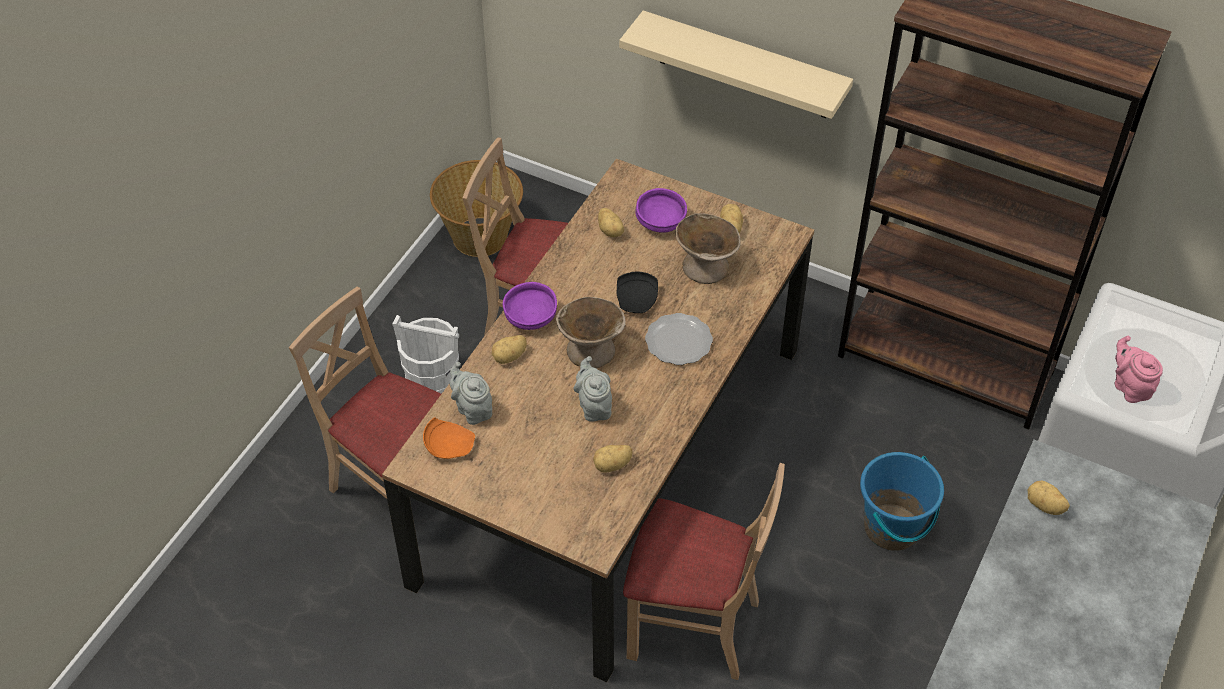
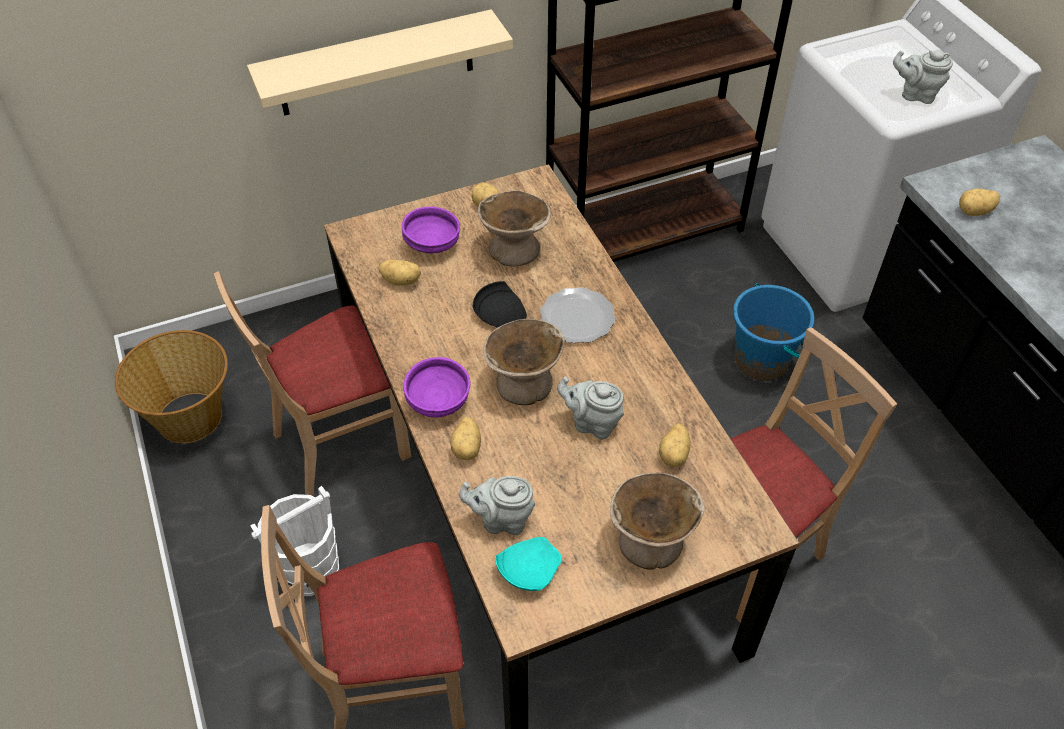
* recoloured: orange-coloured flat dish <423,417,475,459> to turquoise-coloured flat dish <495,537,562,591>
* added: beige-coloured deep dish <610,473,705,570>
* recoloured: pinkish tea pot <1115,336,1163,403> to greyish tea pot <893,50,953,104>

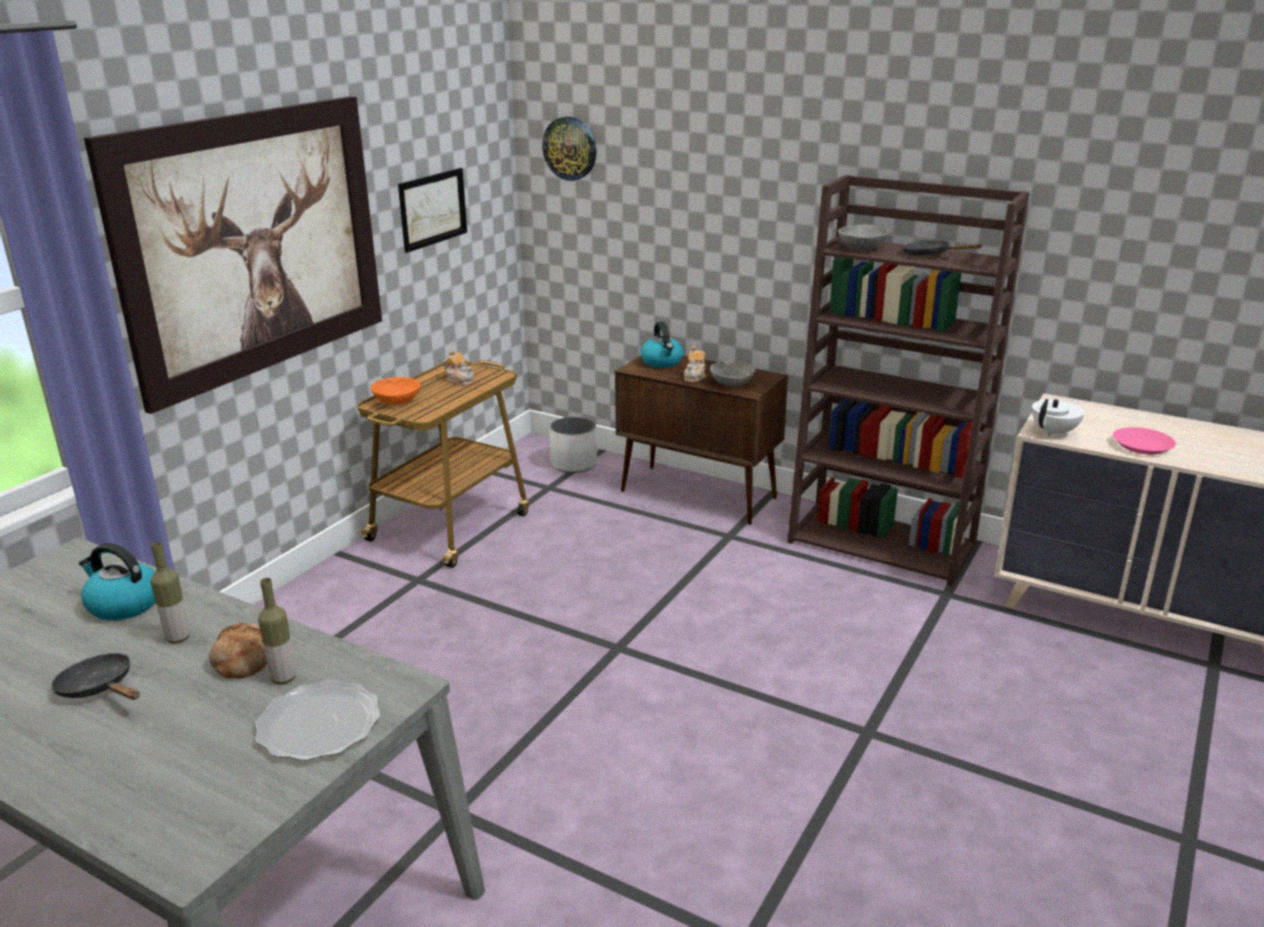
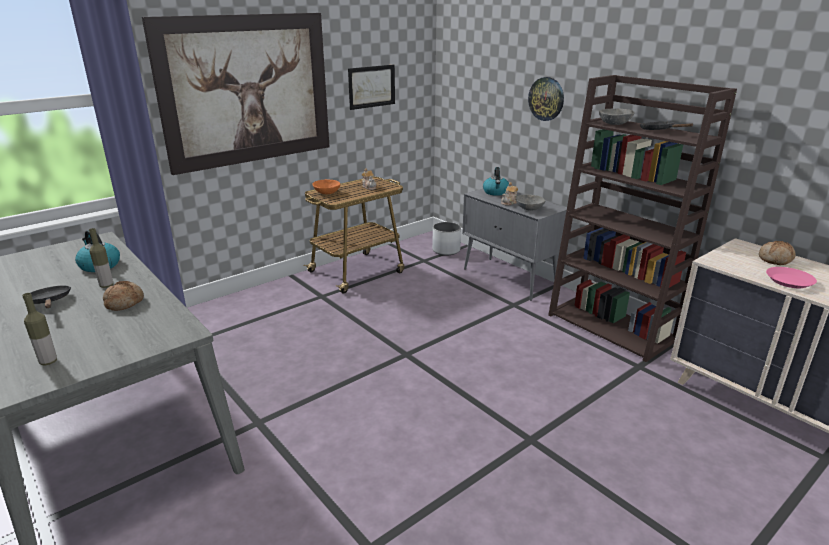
* moved: bottle <258,578,296,685> to <22,293,57,365>
* recoloured: brown-coloured cabinet <615,355,788,525> to greyish cabinet <462,189,567,301>
* moved: clock on the wall <542,117,596,181> to <528,77,564,121>
* added: bakery bread <759,241,796,265>
* removed: flat dish <255,680,381,761>
* removed: white tea pot <1032,399,1085,437>

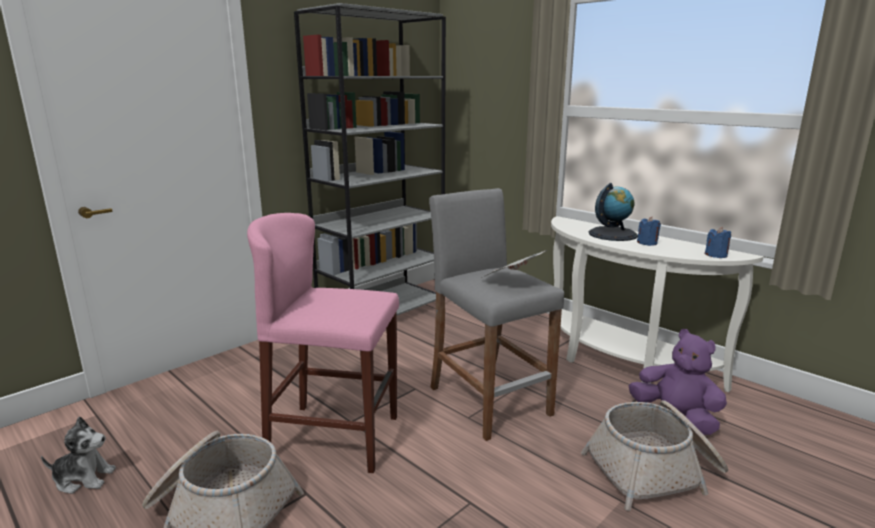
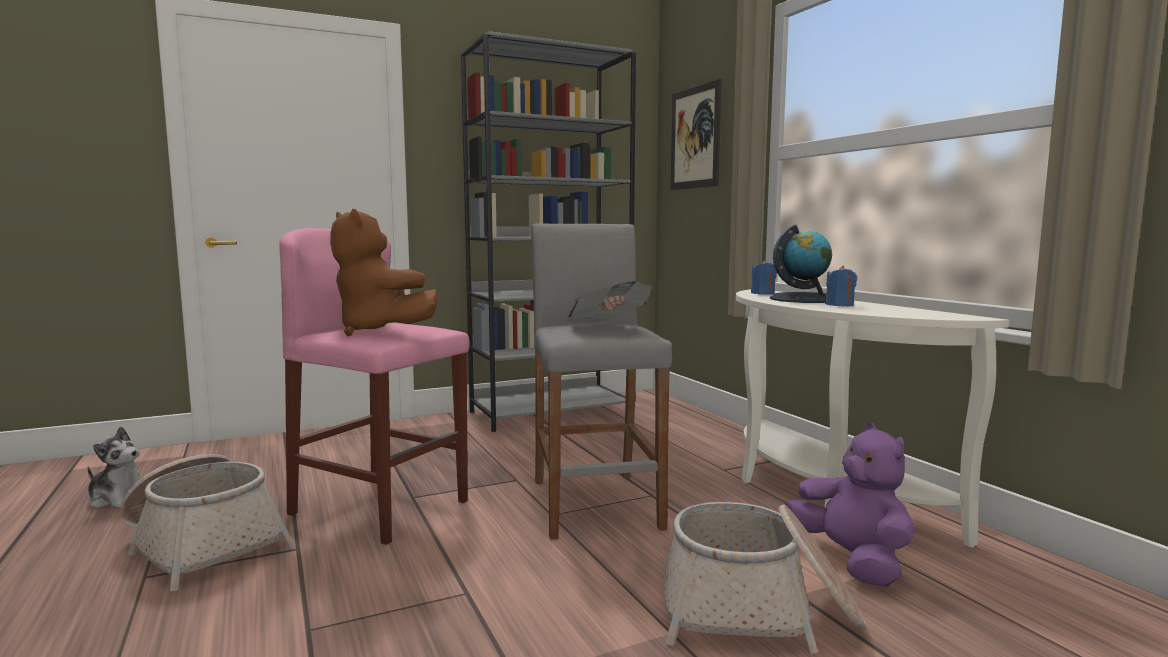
* added: brown-coloured cuddly toy <330,209,438,336>
* added: wall picture <670,79,722,190>
* moved: blue-coloured wax candle <705,227,731,258> to <751,260,777,295>

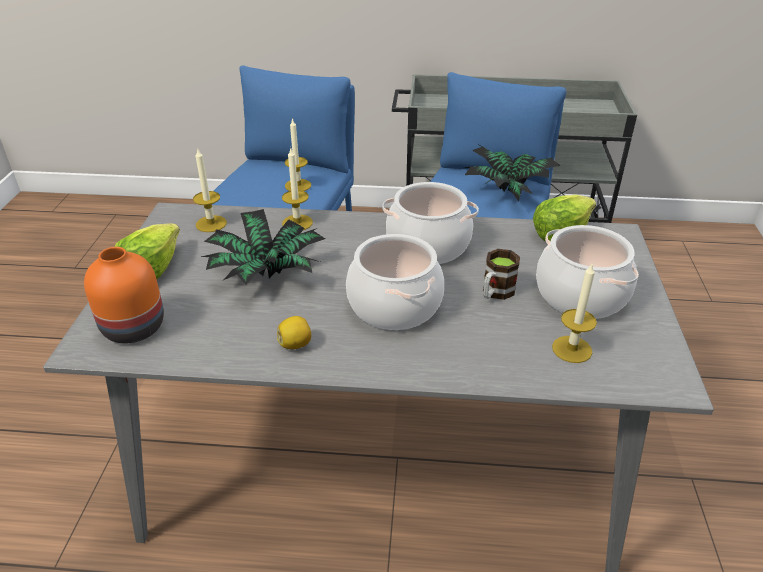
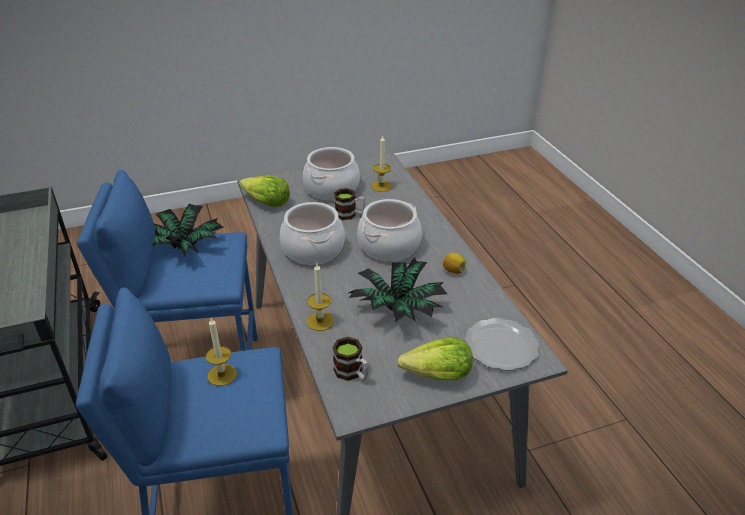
* replaced: wax candle <193,149,227,232> to tea mug <333,337,369,381>
* replaced: orange-coloured vase <84,247,164,343> to flat dish <465,318,539,371>

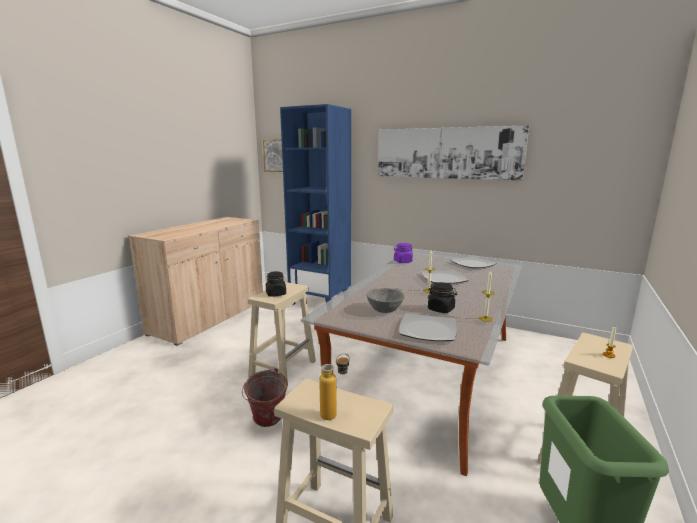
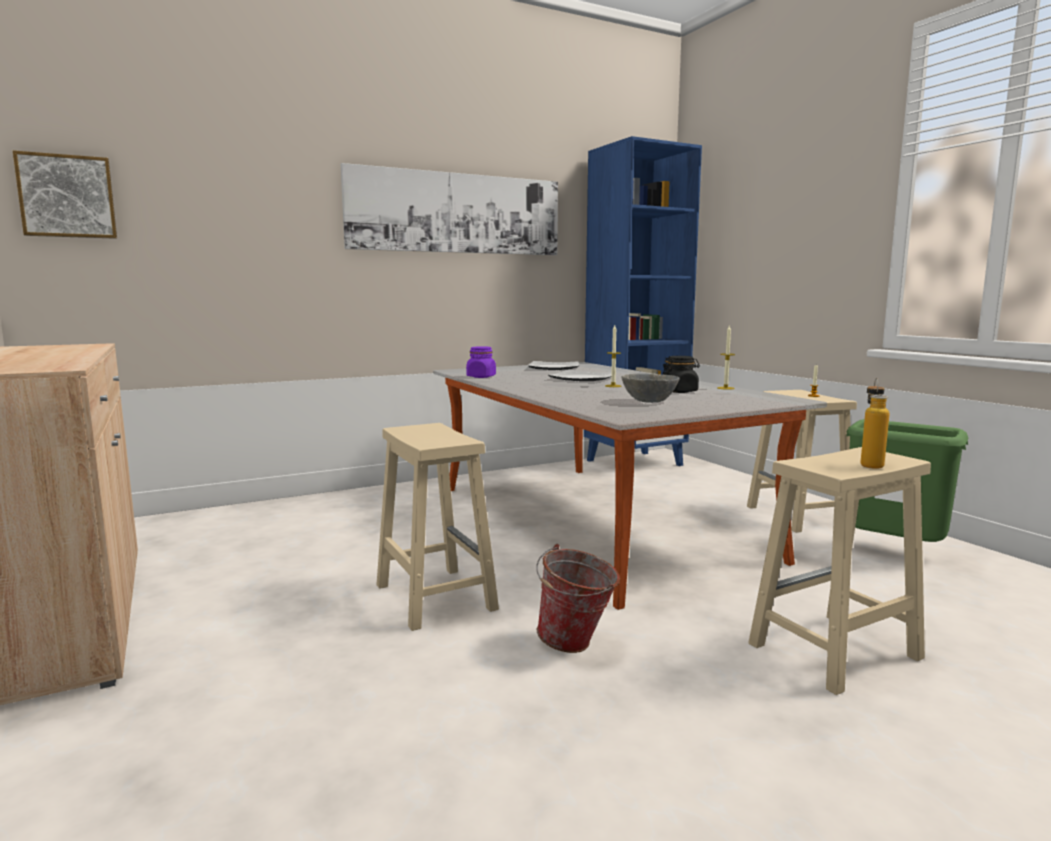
* moved: blue-coloured bookshelf <280,104,351,305> to <584,136,702,466>
* removed: black-coloured storage jar <266,271,286,297>
* removed: flat dish <399,313,457,341>

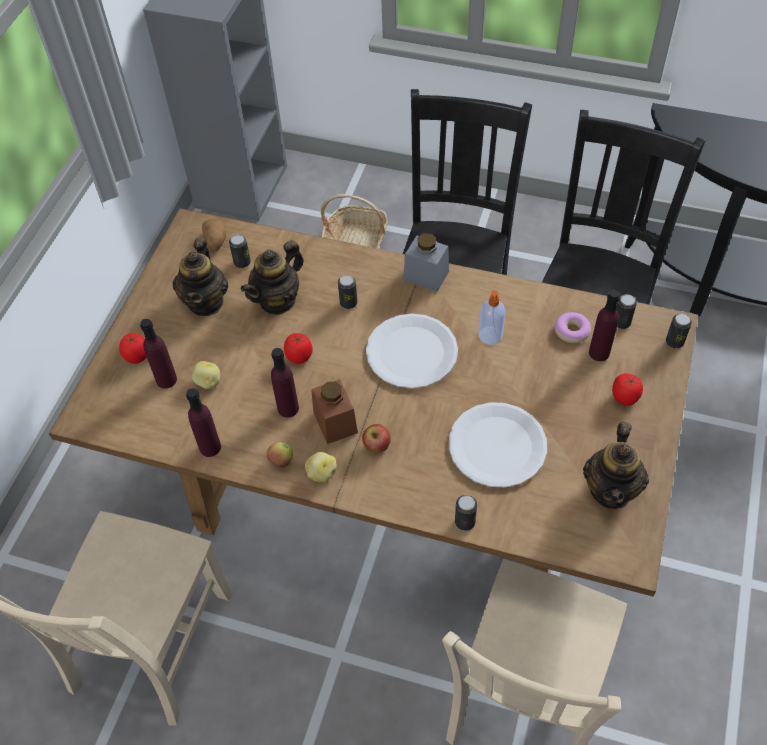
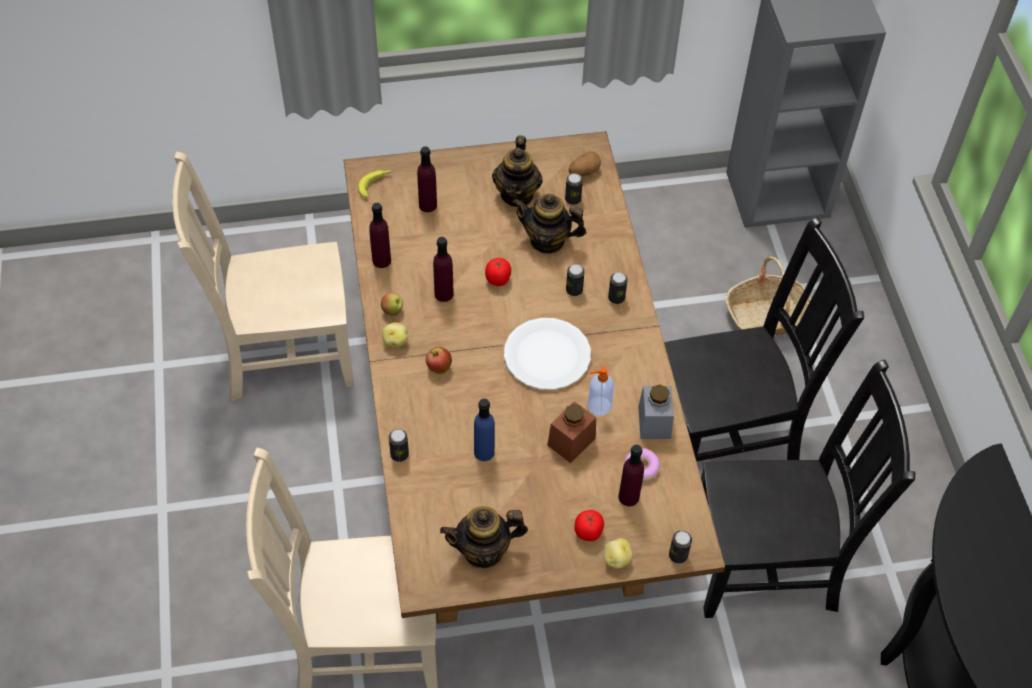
* added: whole banana <358,170,392,198>
* replaced: white flat dish <449,402,547,488> to blue-coloured bottle <474,398,495,461>
* turned: tea pot <172,238,228,316> = <492,136,543,207> 60 degrees counterclockwise
* moved: brown-coloured storage jar <311,379,358,444> to <547,401,596,463>
* moved: whole potato <192,361,220,389> to <604,538,633,569>
* moved: can <616,294,637,329> to <608,272,628,304>
* moved: greyish storage jar <404,233,449,292> to <638,384,674,439>
* removed: fresh tomato <119,333,147,364>

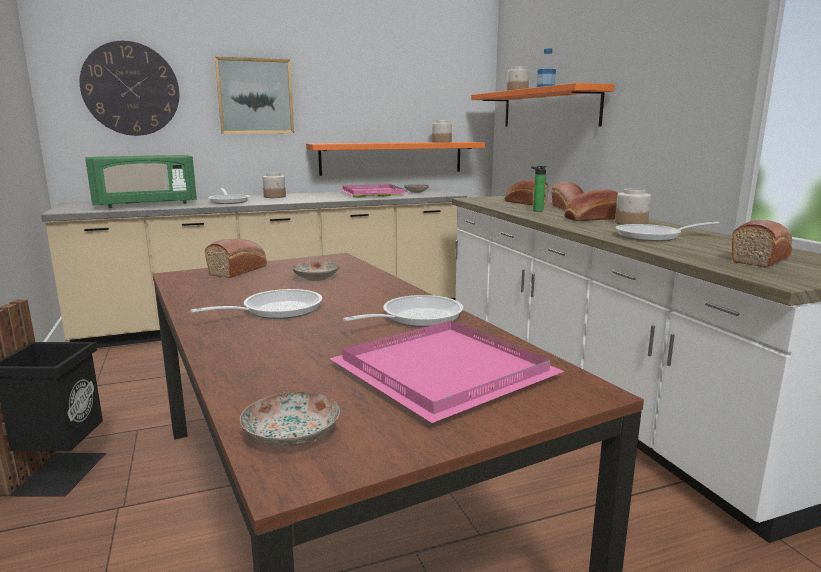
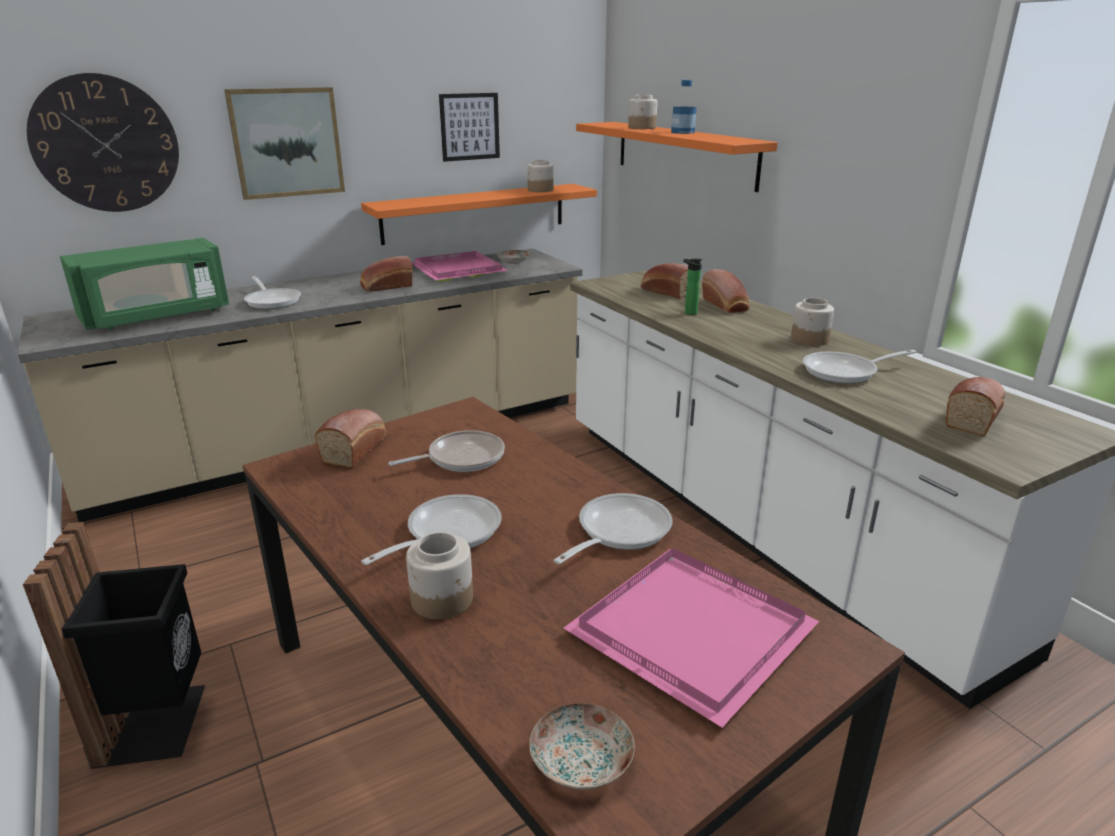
* moved: bakery bread <565,189,618,221> to <360,256,412,292>
* replaced: flat dish <292,261,340,281> to pan <388,430,505,472>
* moved: storage jar <263,173,286,198> to <406,532,473,619>
* added: wall picture <439,93,500,162>

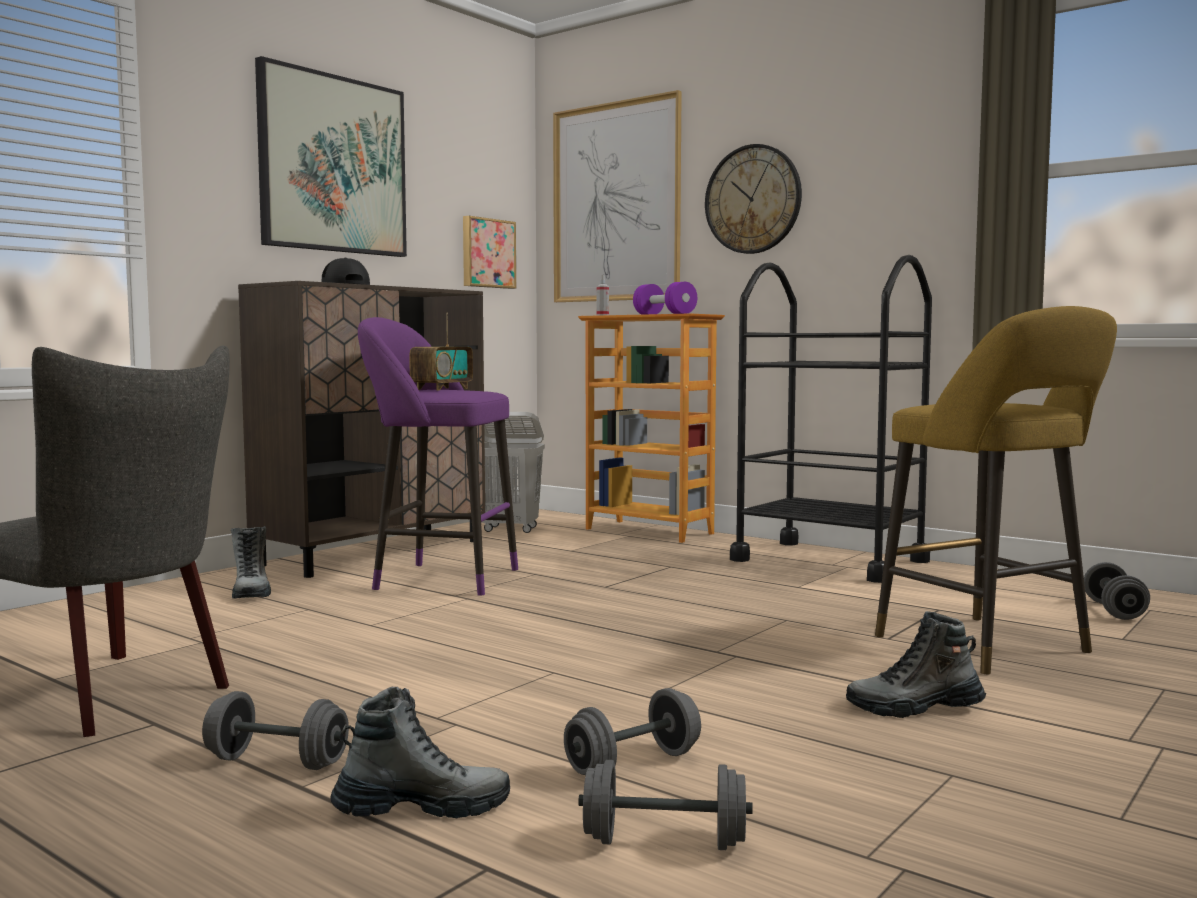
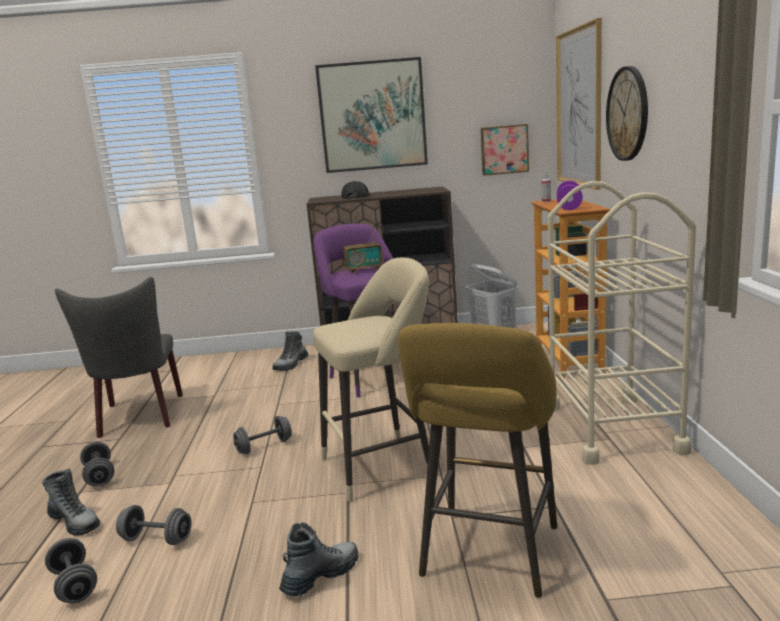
* moved: greyish hand weight <1084,562,1150,620> to <233,416,292,454>
* turned: boot <846,611,986,718> = <279,522,358,596> 90 degrees clockwise
* added: beige-coloured stool <313,258,429,502>
* recoloured: black-coloured cart <730,255,932,583> to beige-coloured cart <548,181,696,465>

